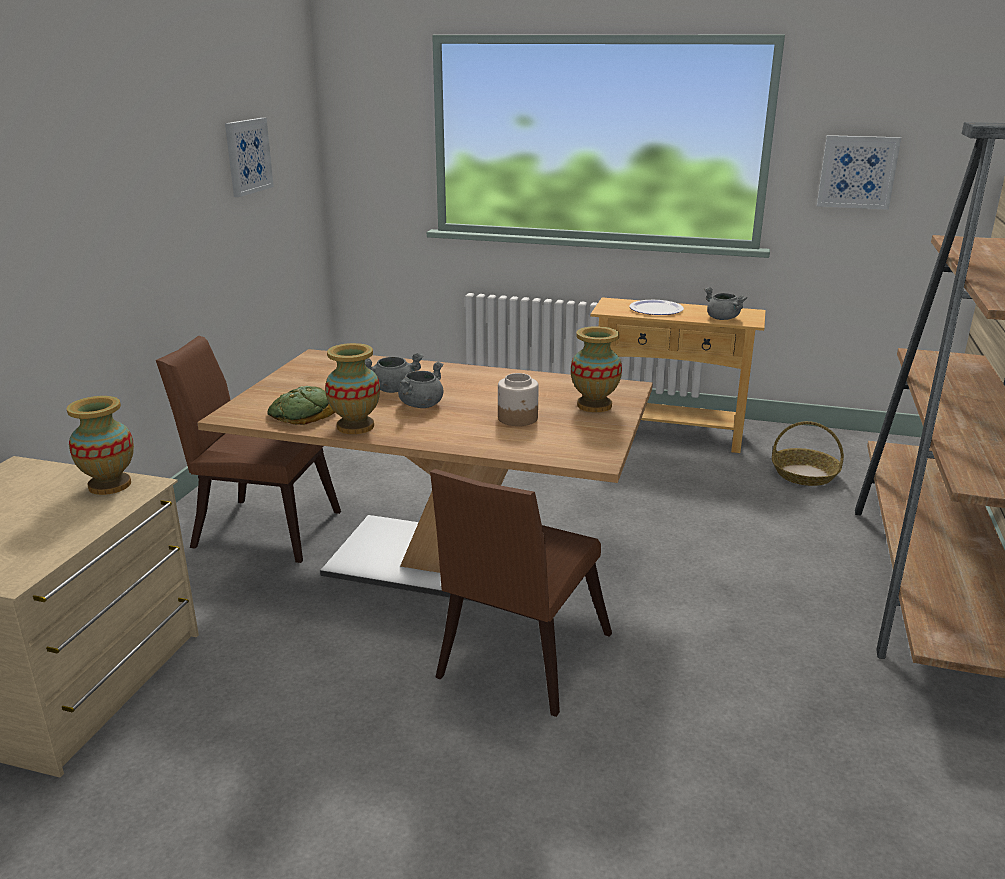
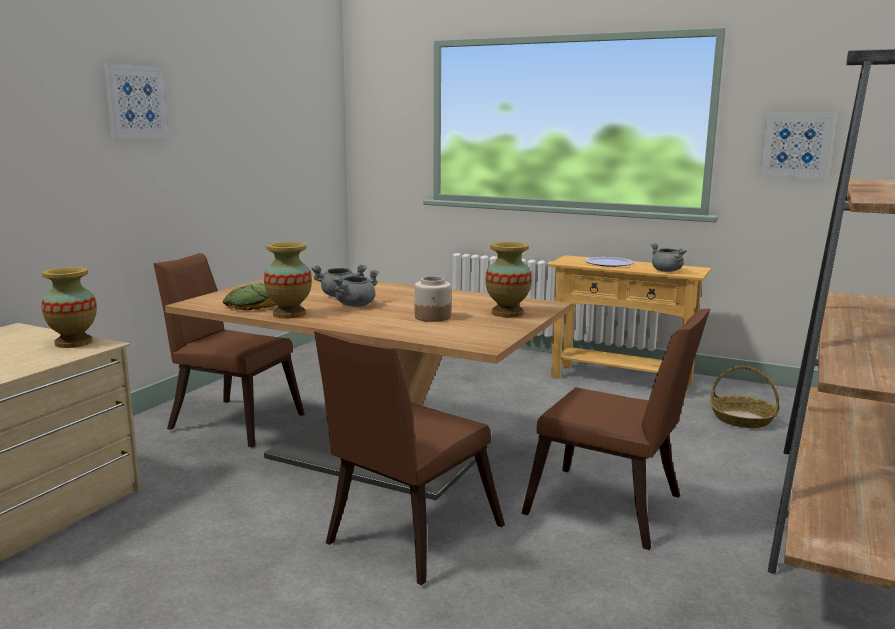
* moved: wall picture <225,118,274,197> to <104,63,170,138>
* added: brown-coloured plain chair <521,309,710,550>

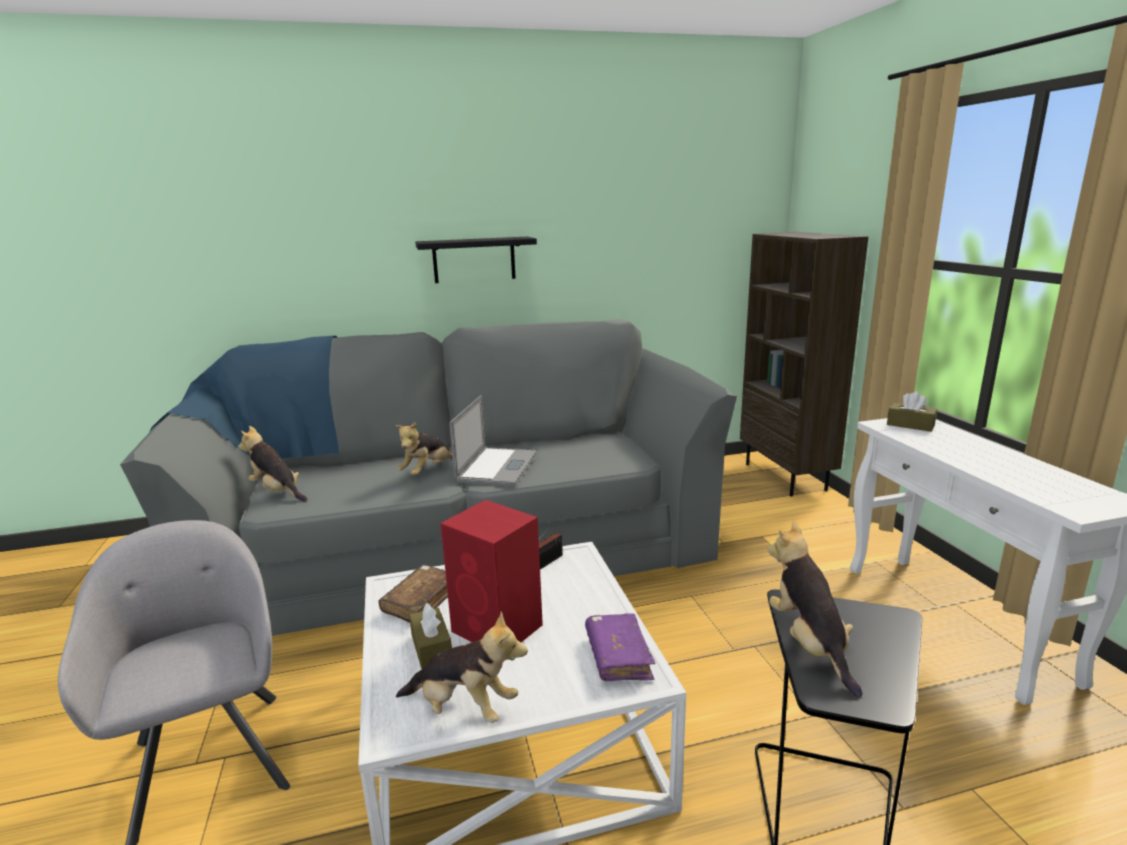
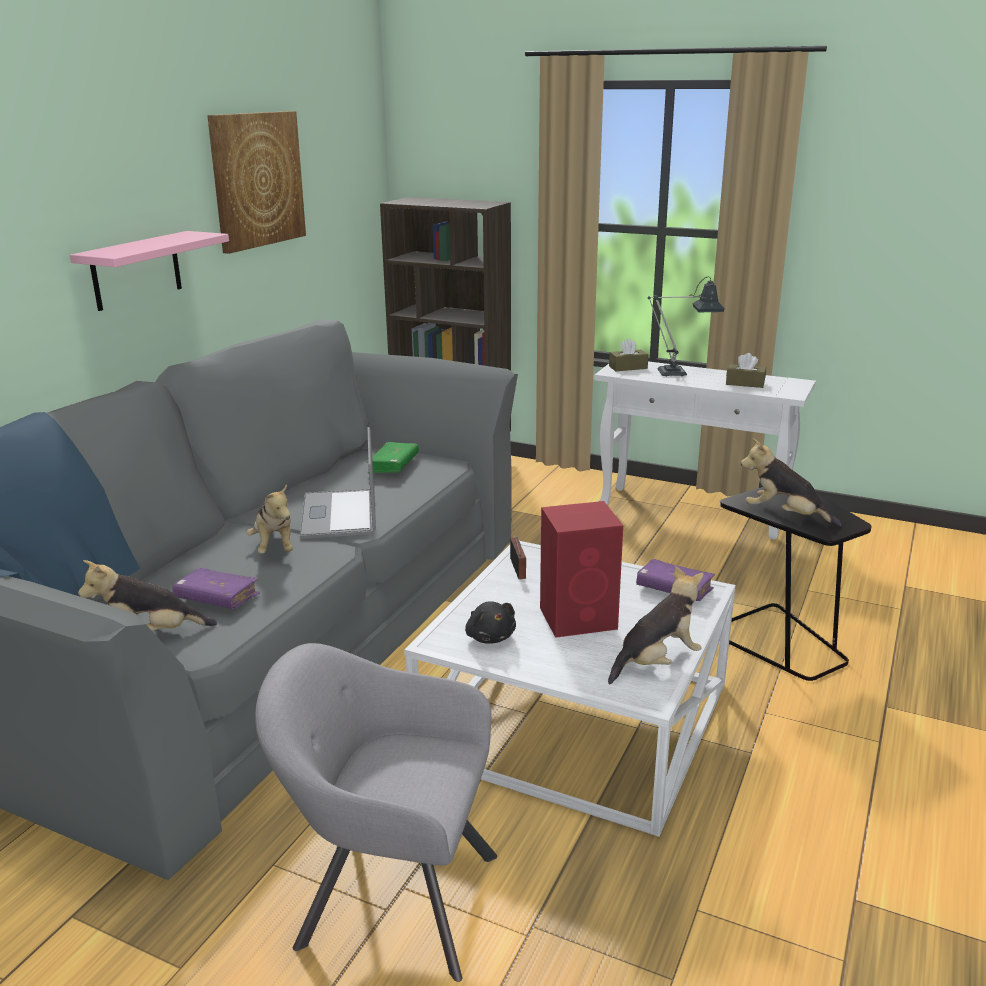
* recoloured: black-coloured bracket shelf <415,237,537,283> to pinkish bracket shelf <70,231,229,311>
* added: purplish book <172,567,260,609>
* added: wall picture <207,111,306,254>
* turned: laptop <449,395,538,486> = <300,427,376,539> 150 degrees counterclockwise
* added: greenish book <366,442,419,474>
* replaced: brown-coloured book <379,565,448,623> to black-coloured cuddly toy <465,601,516,644>
* added: lamp for a table <648,277,725,377>
* moved: brown-coloured box of tissues <409,603,452,669> to <726,353,766,388>

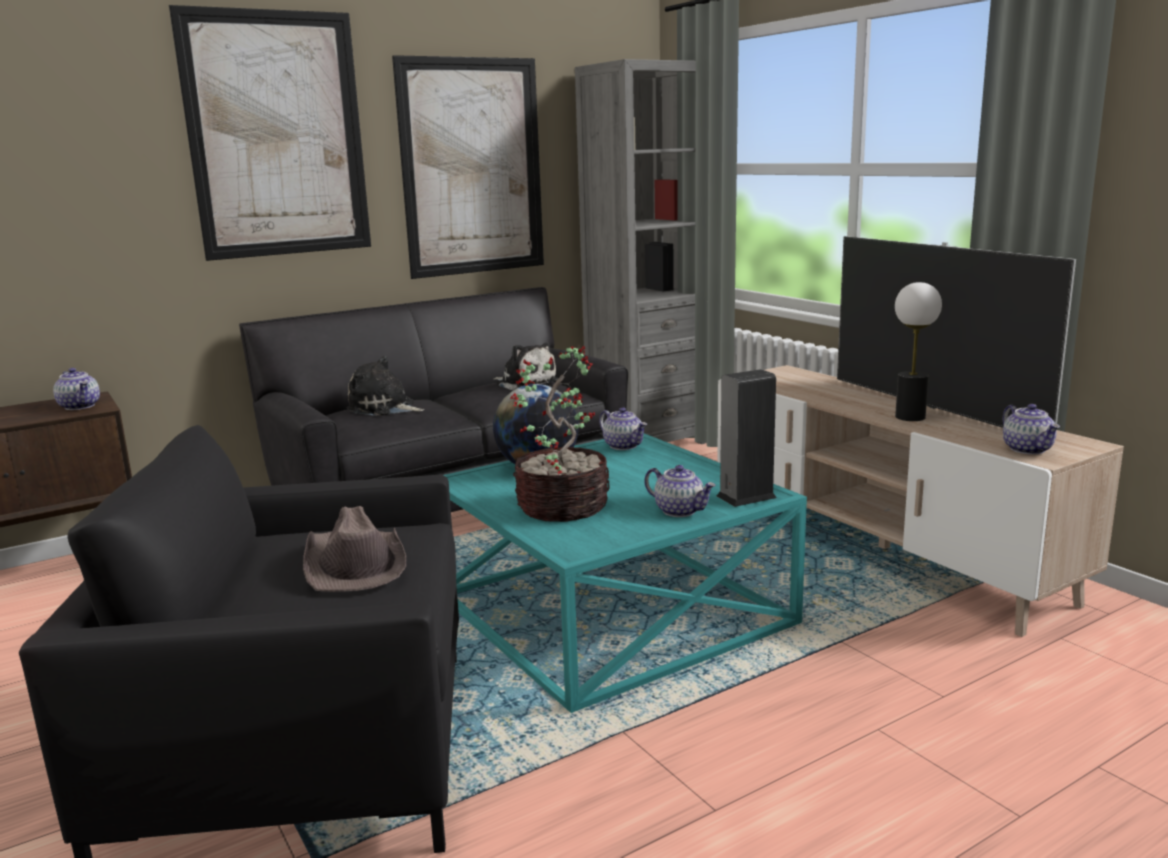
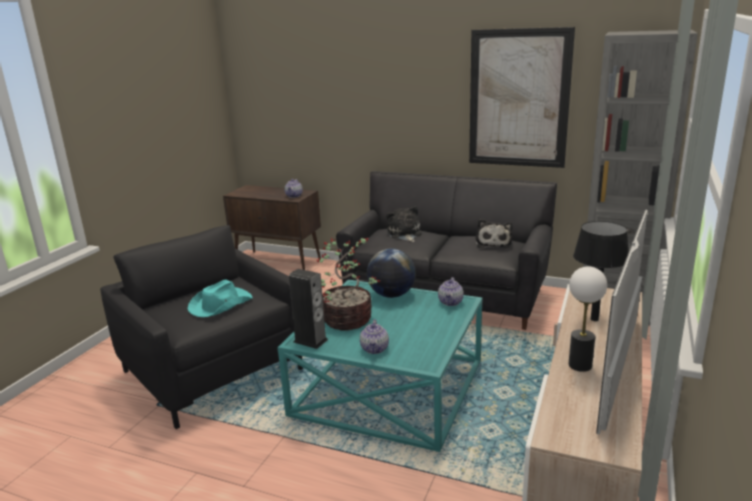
* recoloured: brown-coloured wearable hat <303,506,406,592> to turquoise-coloured wearable hat <187,280,253,317>
* moved: speaker <717,369,777,507> to <289,269,328,349>
* added: black-coloured lamp for a table <573,221,629,321>
* removed: wall picture <169,5,371,261>
* removed: tea pot <1003,404,1060,455>

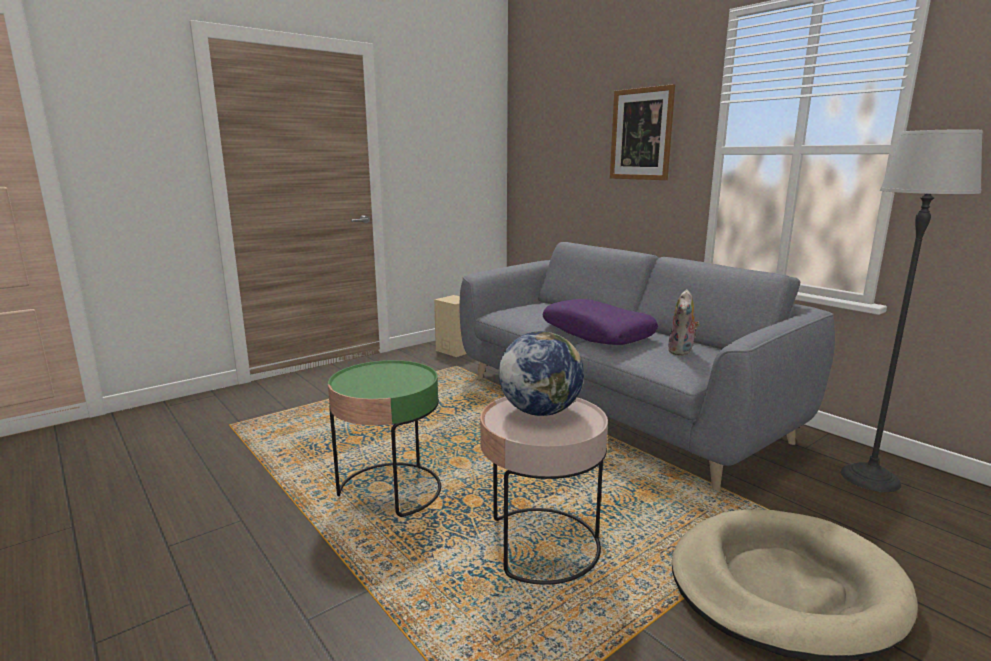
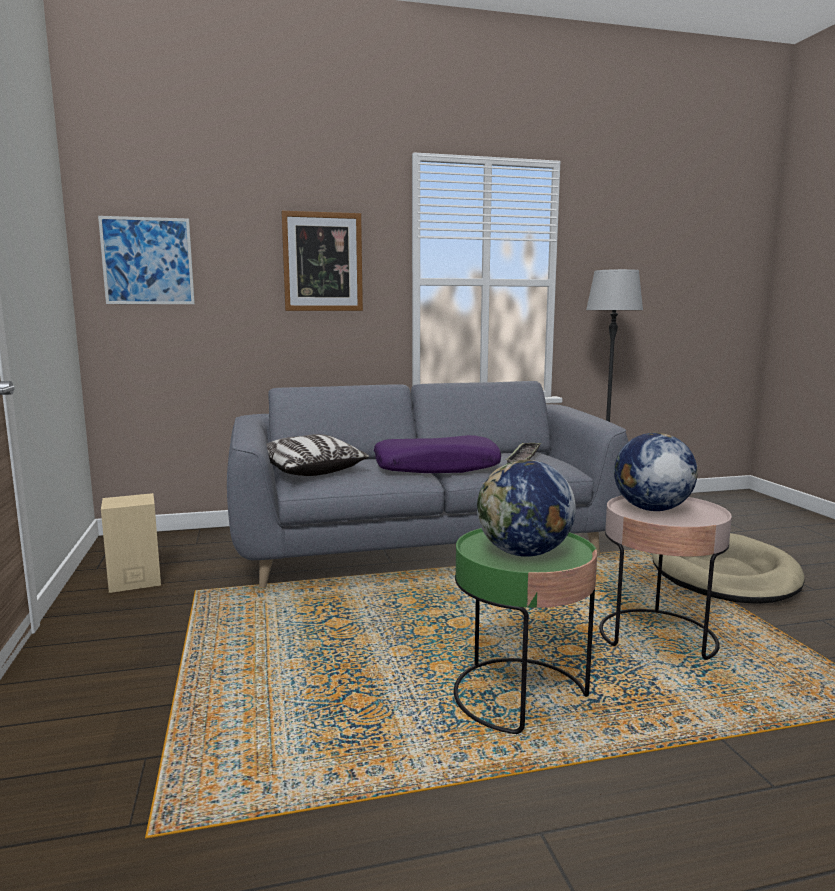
* added: wall picture <98,216,195,304>
* added: cushion <267,434,369,476>
* added: world globe <477,460,576,557>
* replaced: cuddly toy <668,289,700,356> to carrying tray <505,443,541,463>

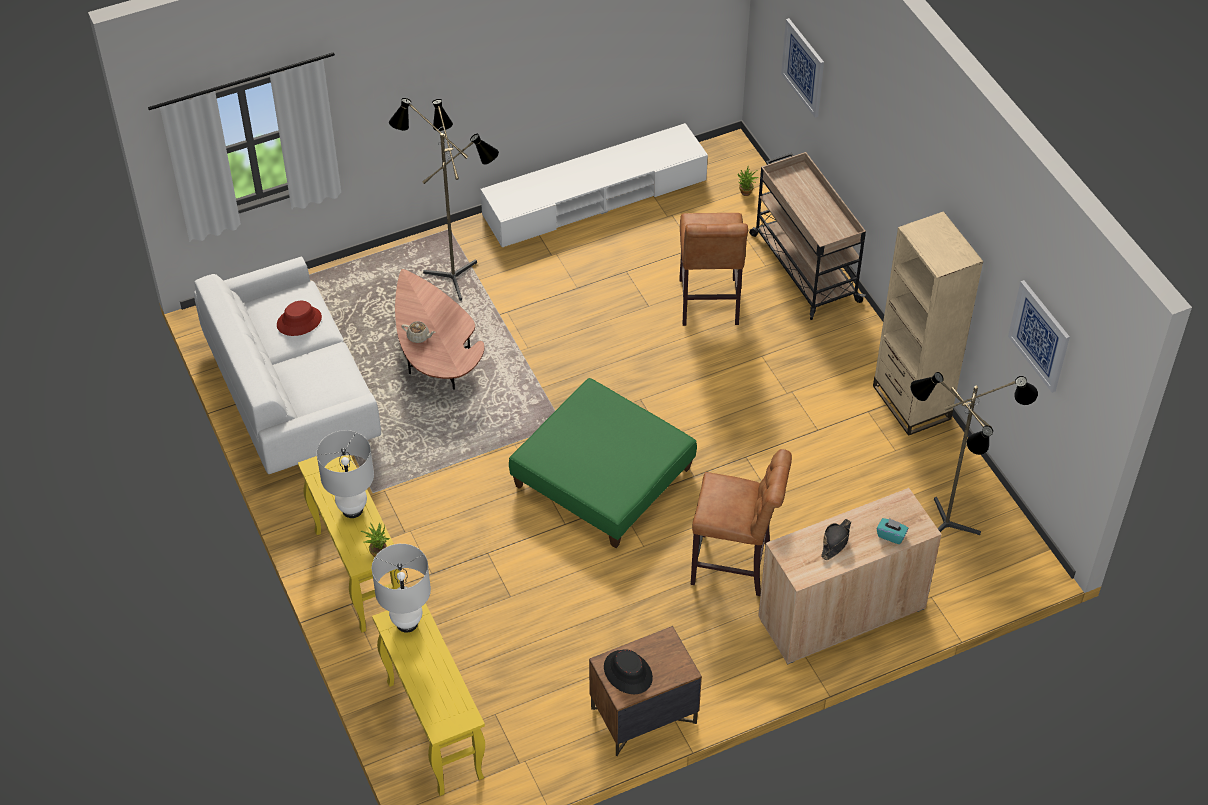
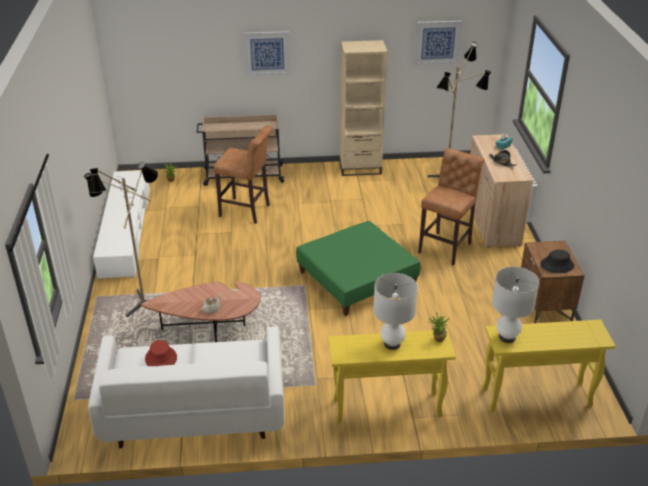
* moved: wall picture <781,18,824,118> to <244,31,290,76>

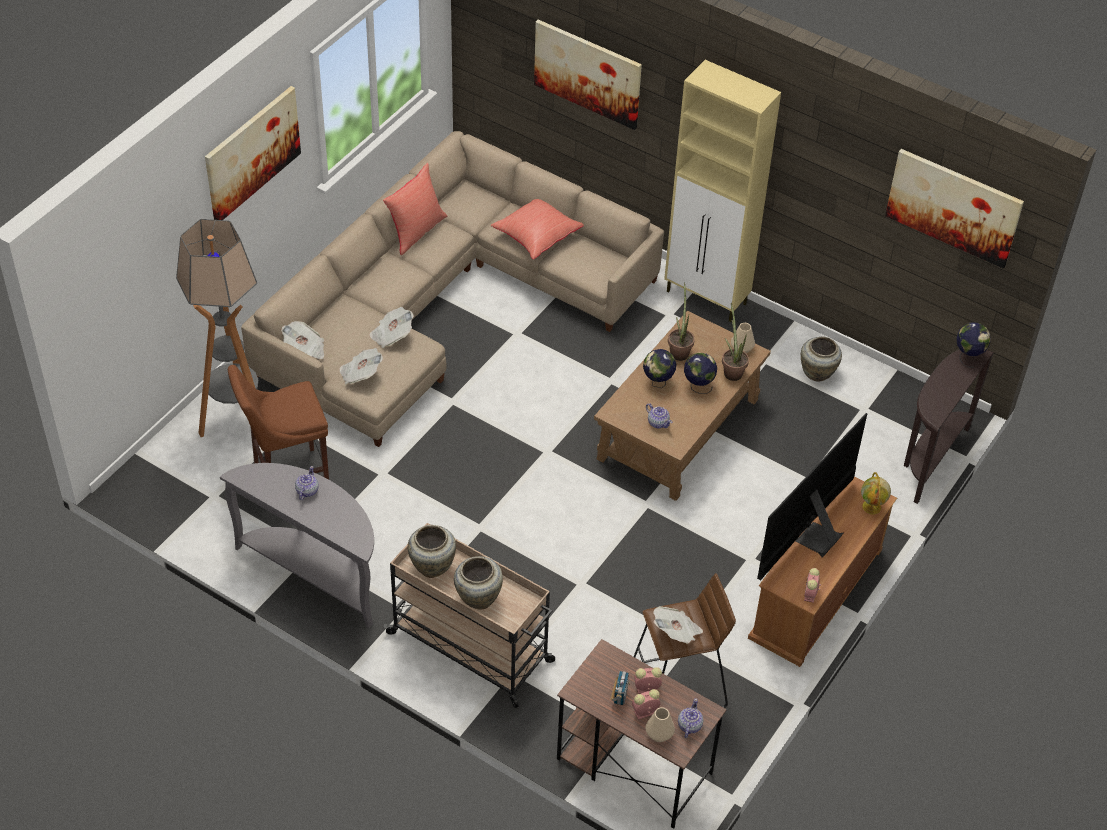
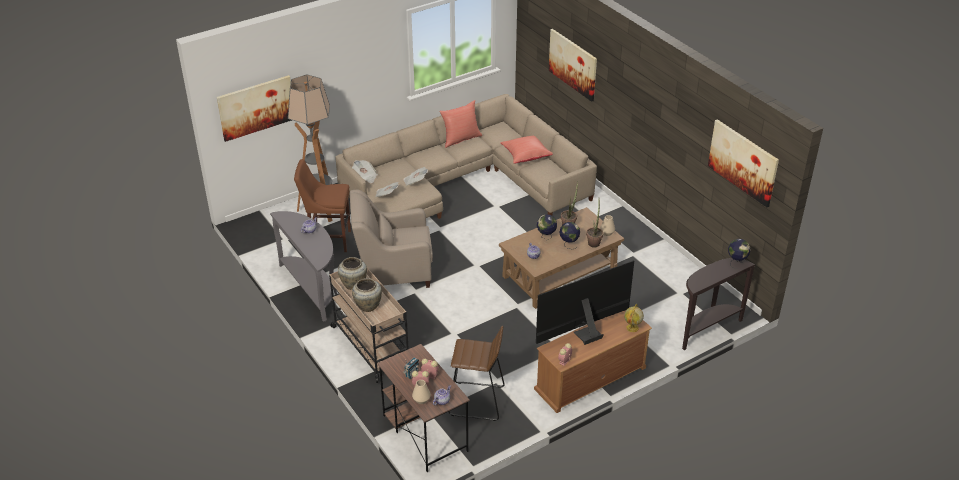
* moved: wall picture <205,86,301,220> to <217,75,292,142>
* added: beige-coloured lounge chair <350,190,433,288>
* removed: daily paper <653,606,703,644>
* removed: beige-coloured cabinet <664,60,781,322>
* removed: beige-coloured vase <801,337,842,381>

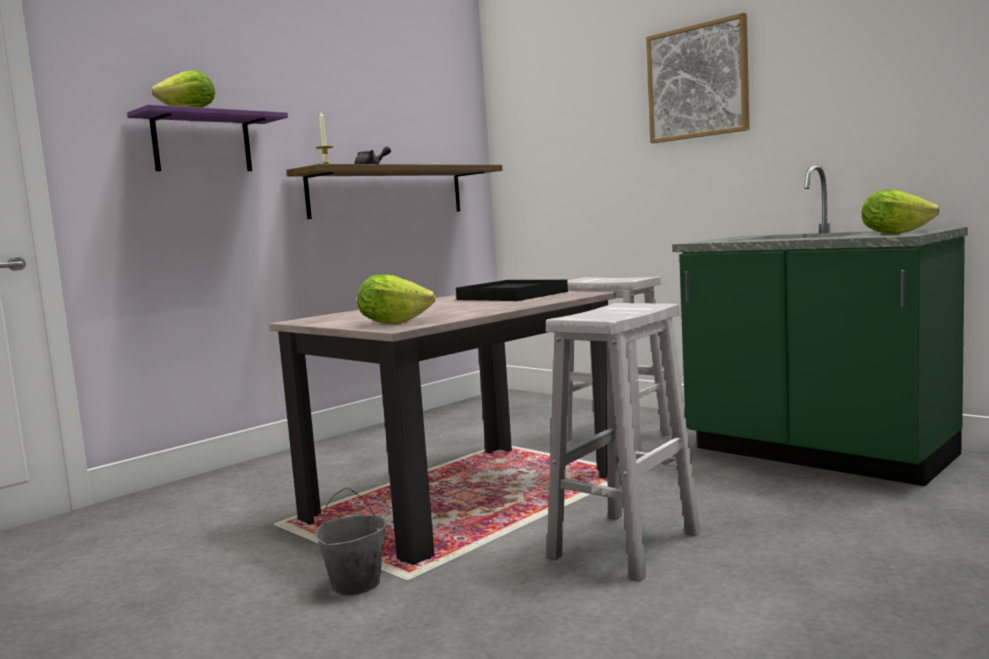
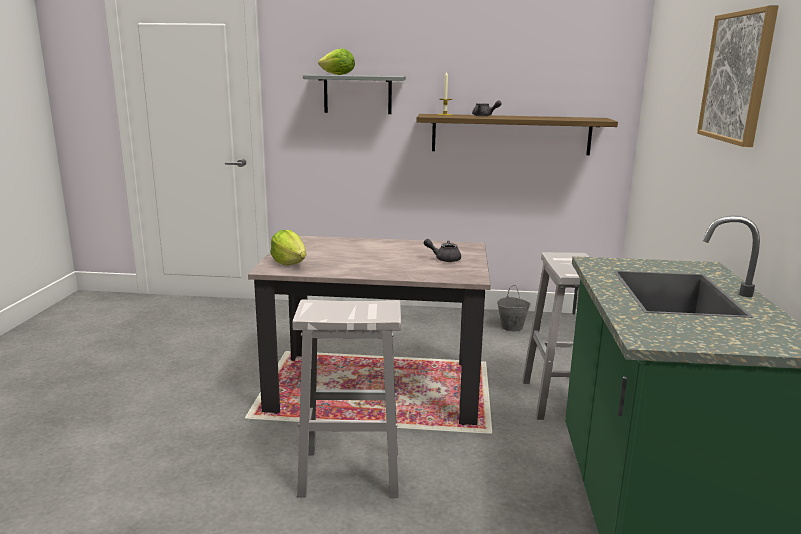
* recoloured: purplish bracket shelf <127,104,288,171> to greyish bracket shelf <303,75,406,114>
* replaced: black-coloured carrying tray <456,280,568,301> to greyish tea pot <424,239,461,262>
* moved: greyish bucket <315,487,387,595> to <497,285,531,331>
* removed: lettuce head <862,190,940,234>

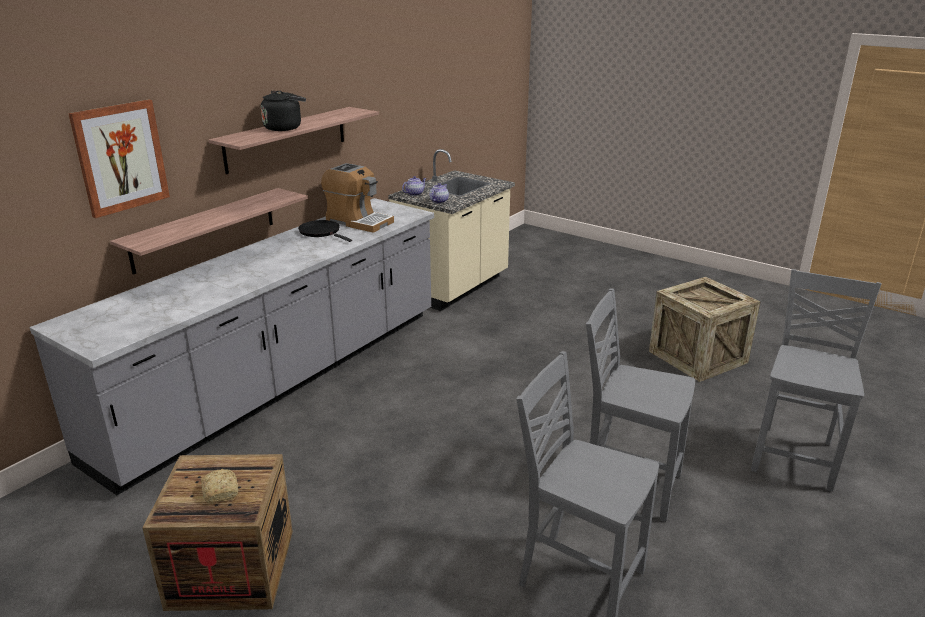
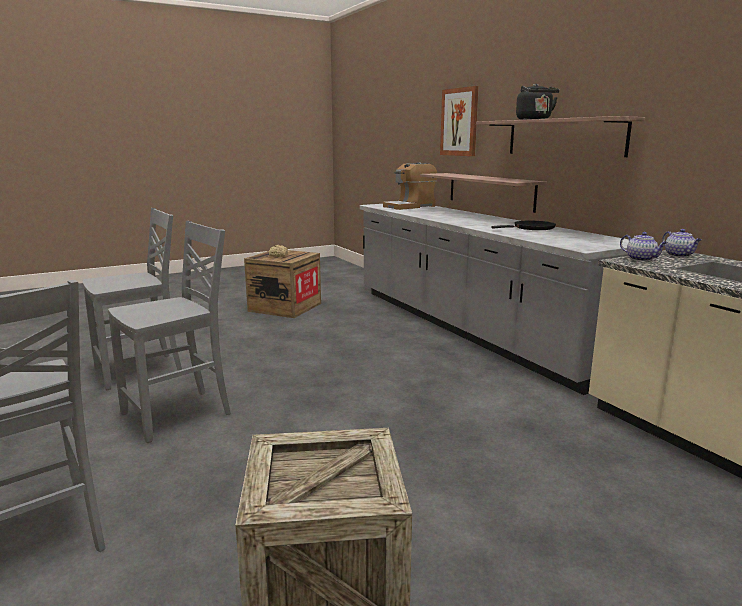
* moved: coffee brewer <321,163,394,233> to <383,162,437,210>

